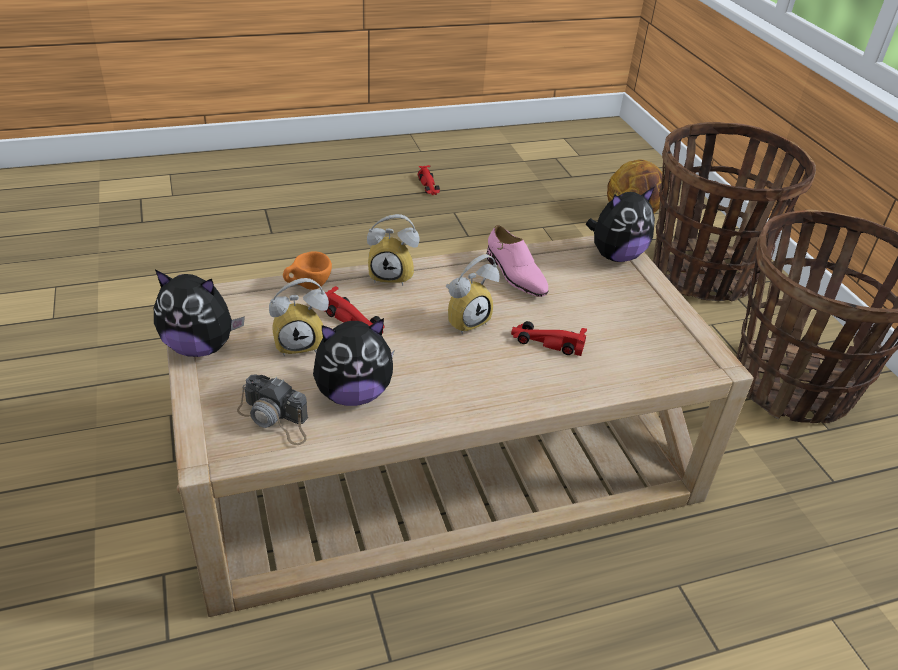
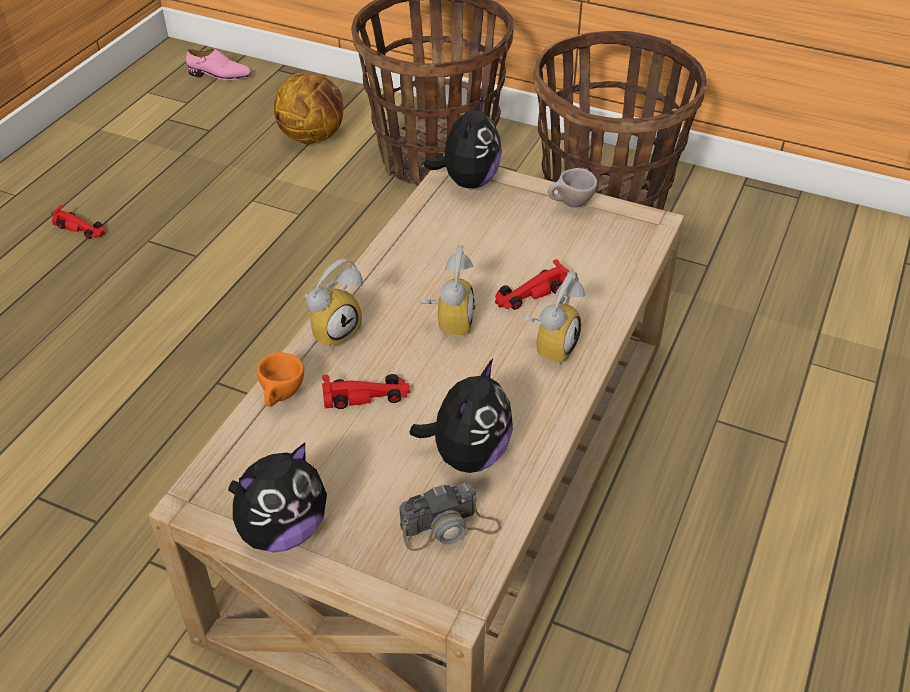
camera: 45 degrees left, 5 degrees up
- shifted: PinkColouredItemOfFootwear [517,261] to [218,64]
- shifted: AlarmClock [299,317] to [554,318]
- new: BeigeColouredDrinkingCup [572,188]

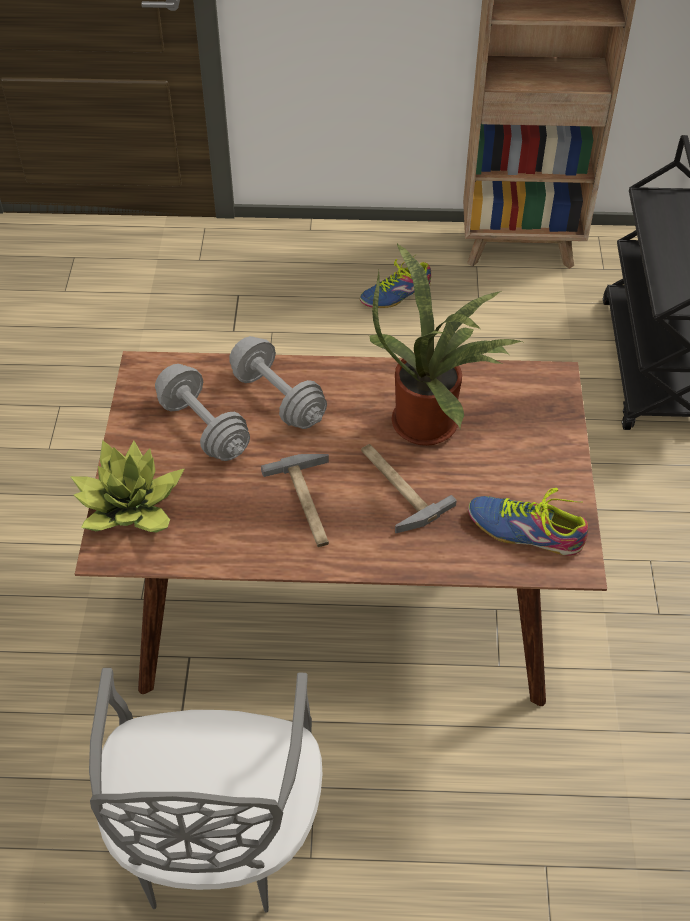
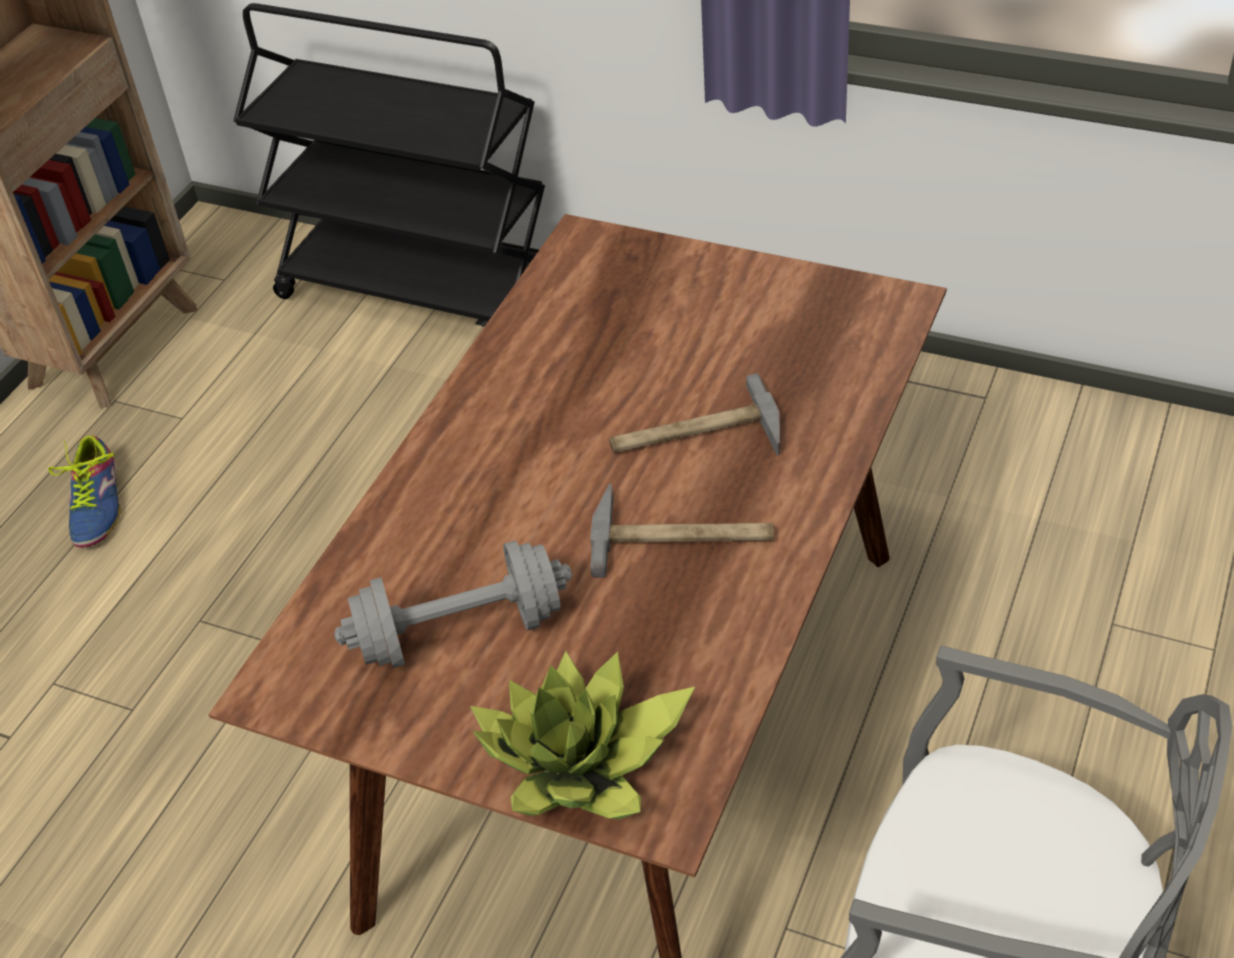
camera: 65 degrees left, 5 degrees down
- gone: PlantInAPot [446,344]
- gone: GreyishFreeWeight [278,382]
- gone: ItemOfFootwear [528,522]

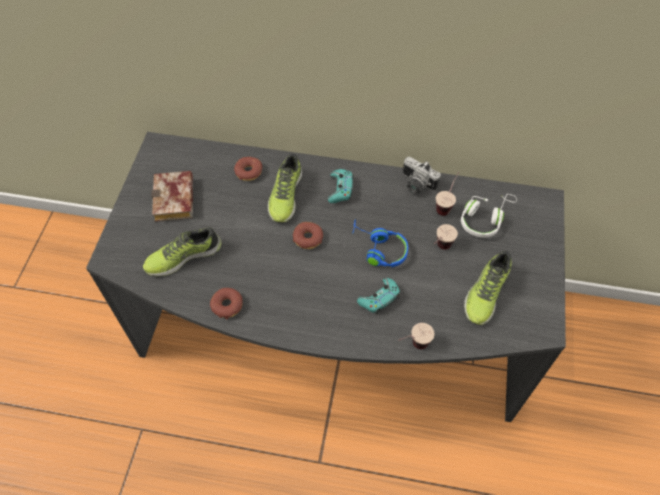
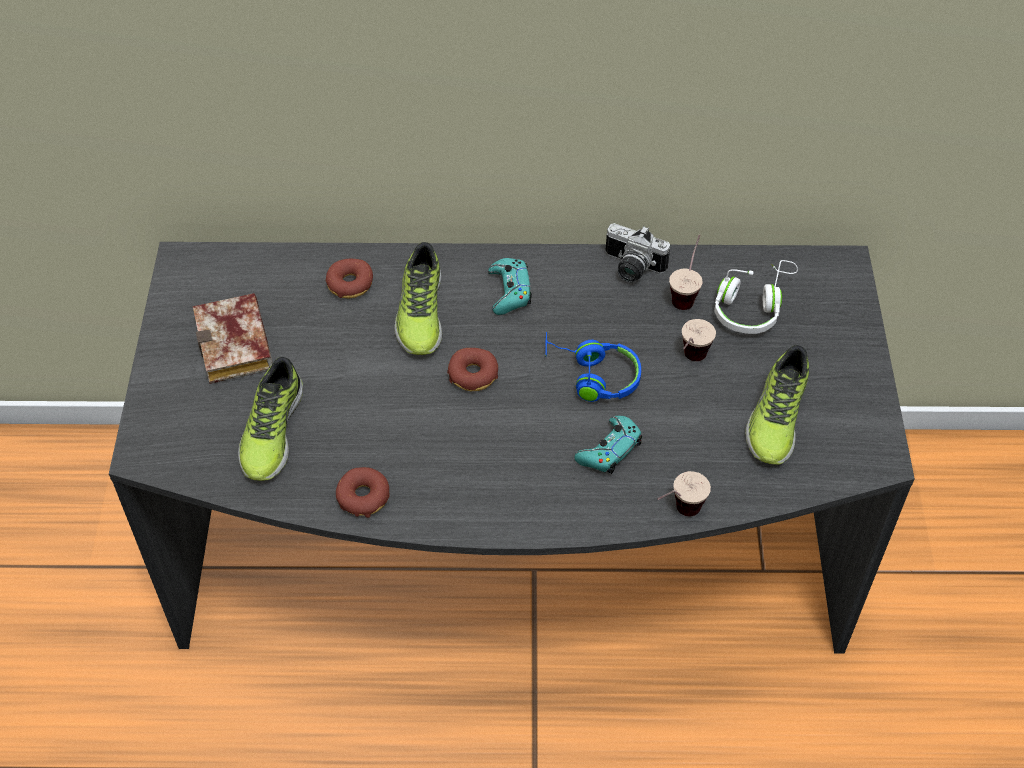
camera: 10 degrees left, 5 degrees down
- rotated: ItemOfFootwear [182,251] = [270,419] 45 degrees counterclockwise

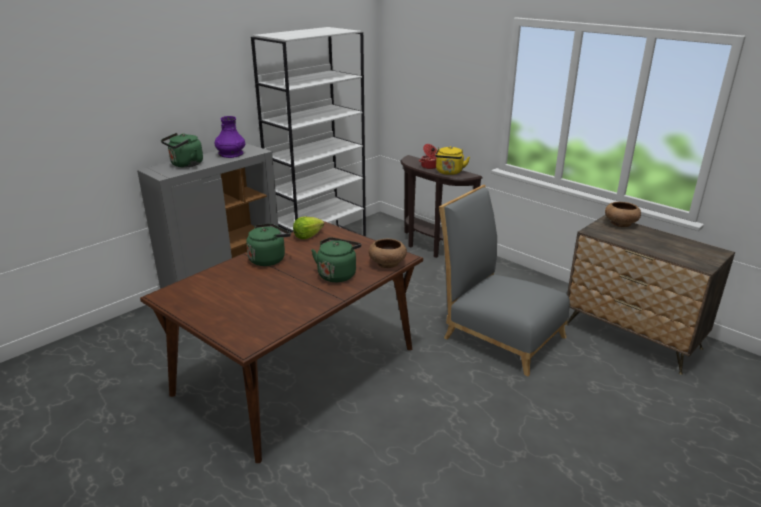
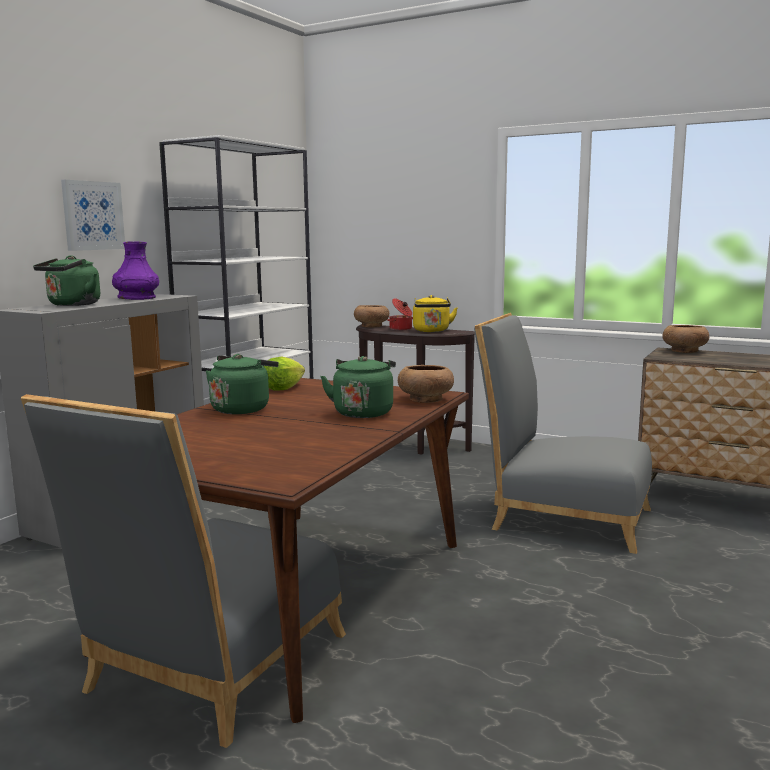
camera: 15 degrees left, 15 degrees down
- new: WallArt [93,215]
- new: BrownishBowl [371,316]
- new: GreyishChair [183,571]

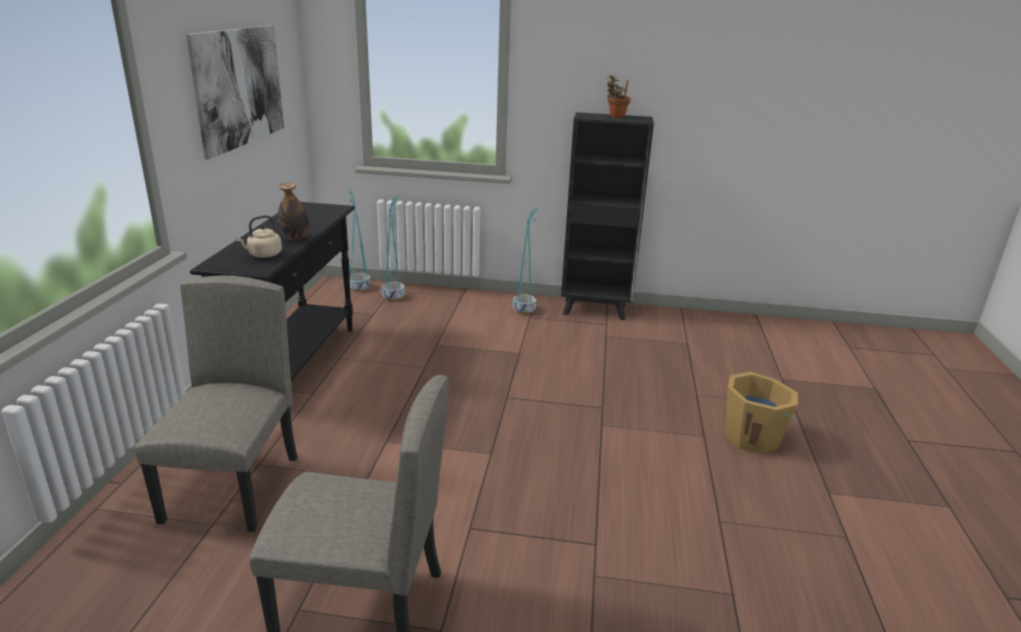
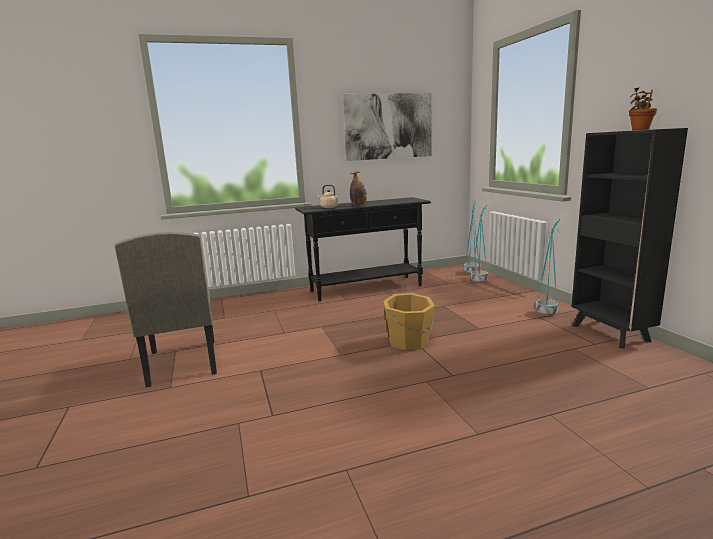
camera: 65 degrees right, 10 degrees down
- gone: BeigeColouredChair [215,404]
- shifted: OrangeColouredPail [762,413] to [409,321]

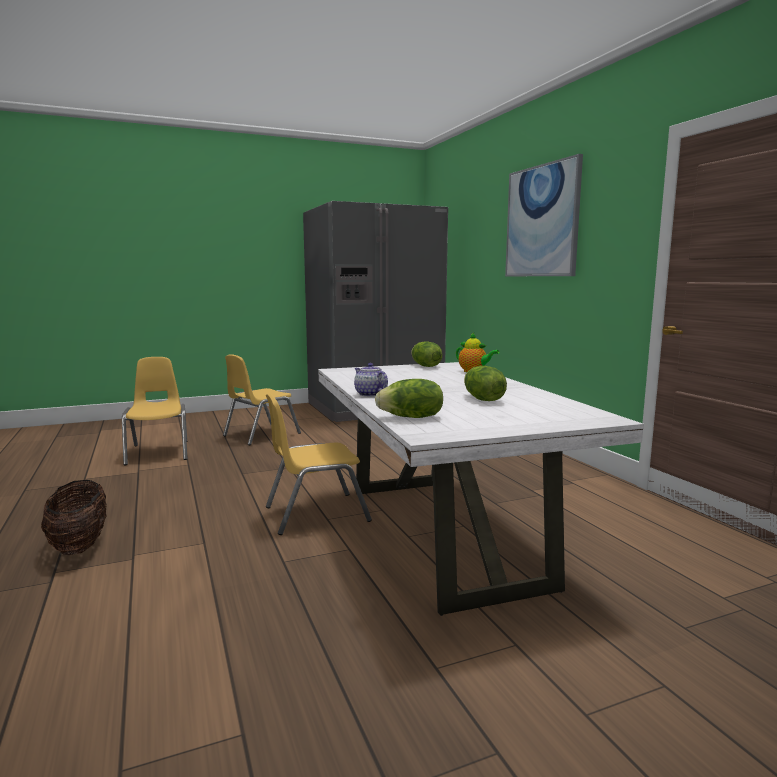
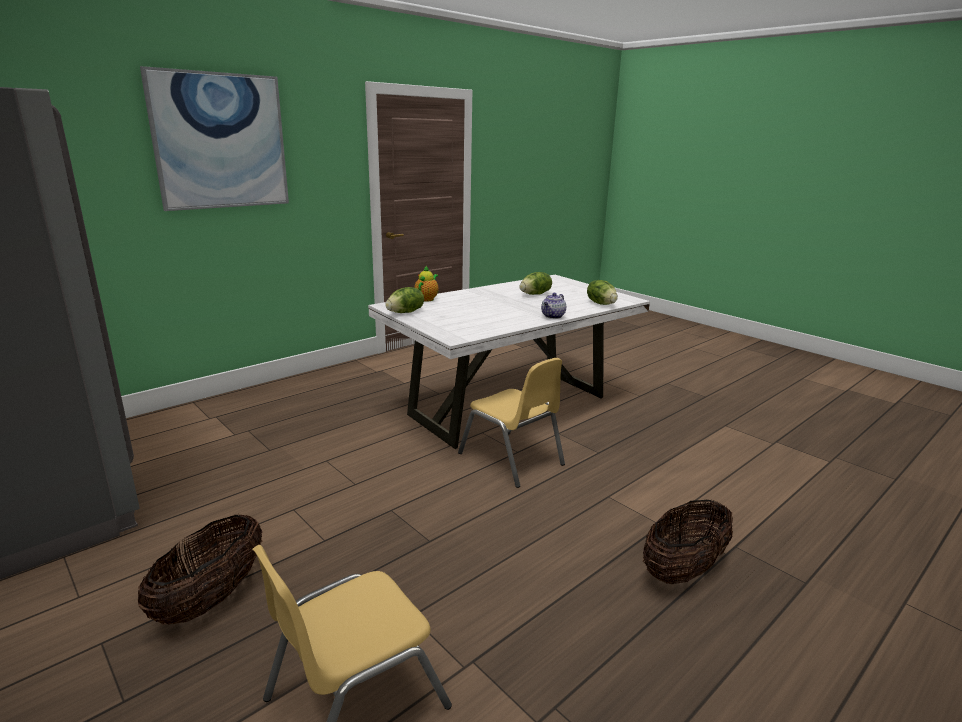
camera: 110 degrees left, 10 degrees up
- swapped: YellowColouredChair [262,399] to Basket [200,569]

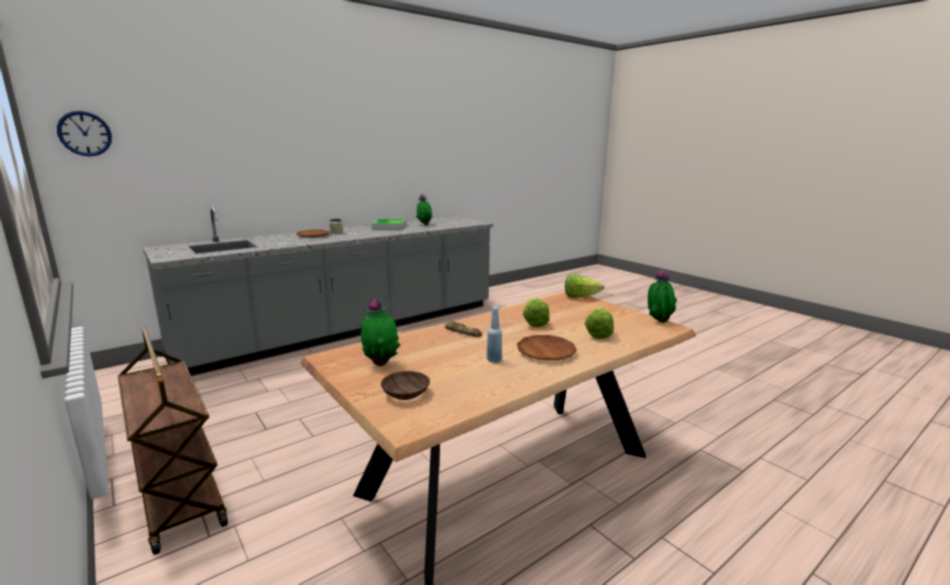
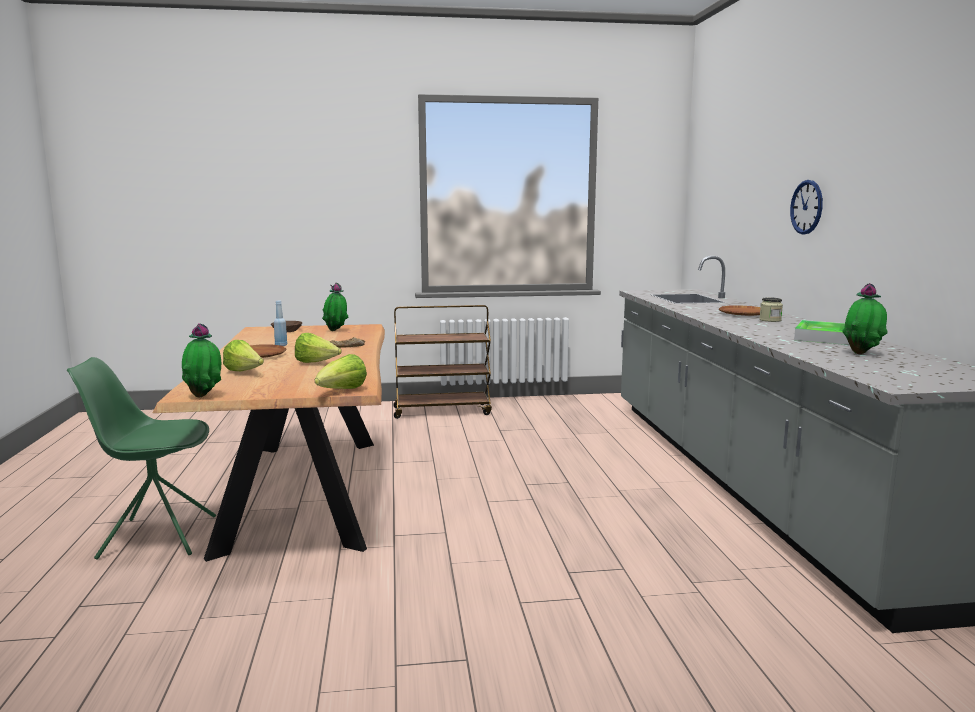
camera: 120 degrees right, 5 degrees down
- shifted: HangingClock [84,133] to [806,207]
- new: GreenChair [141,458]

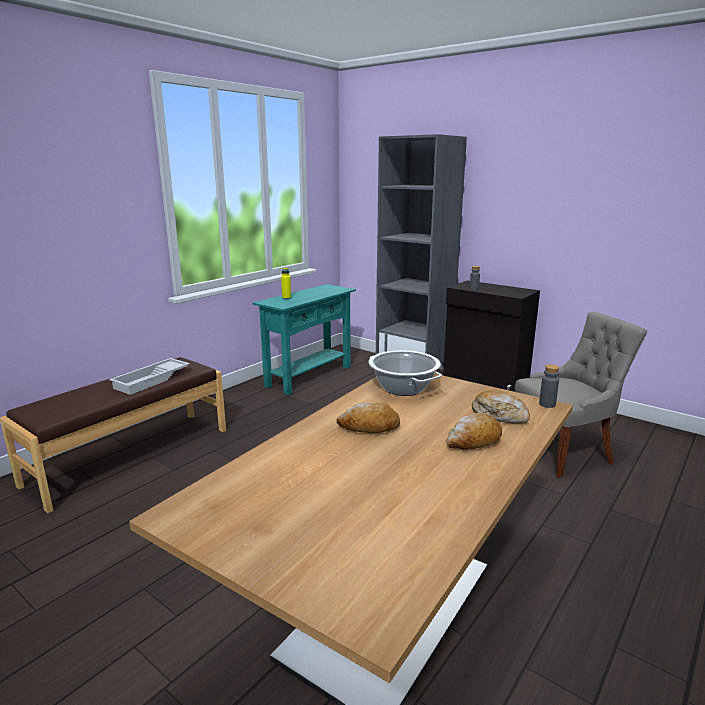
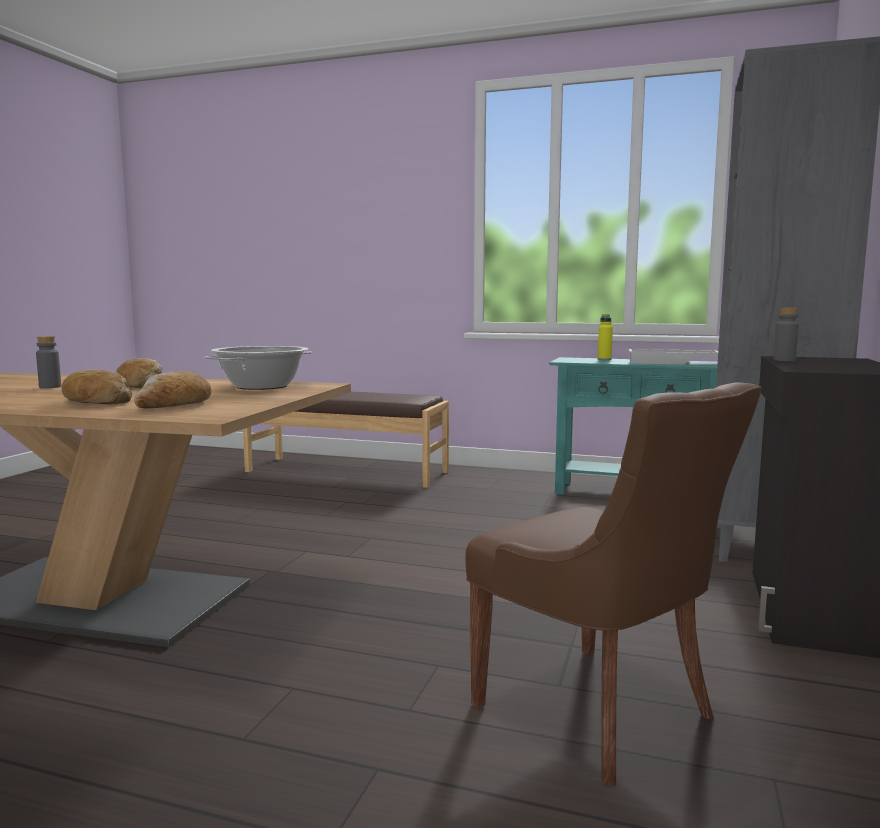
camera: 70 degrees right, 10 degrees down
- repainted: GreyishChair [581,395] to BrownishChair [613,584]
- shifted: WhiteColouredServingTray [149,376] to [673,357]
- shifted: GreyishBottle [549,386] to [48,362]

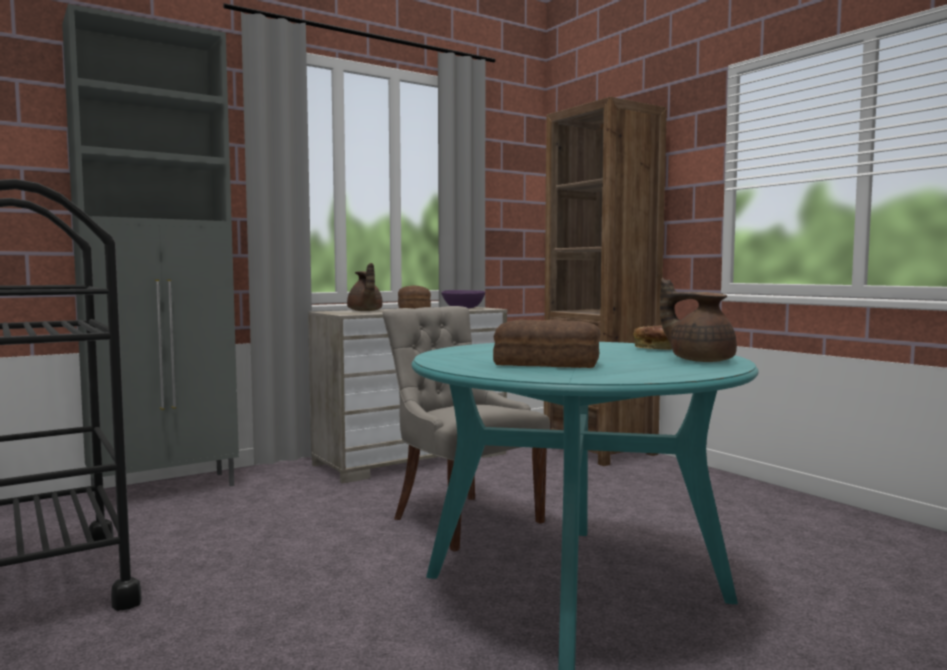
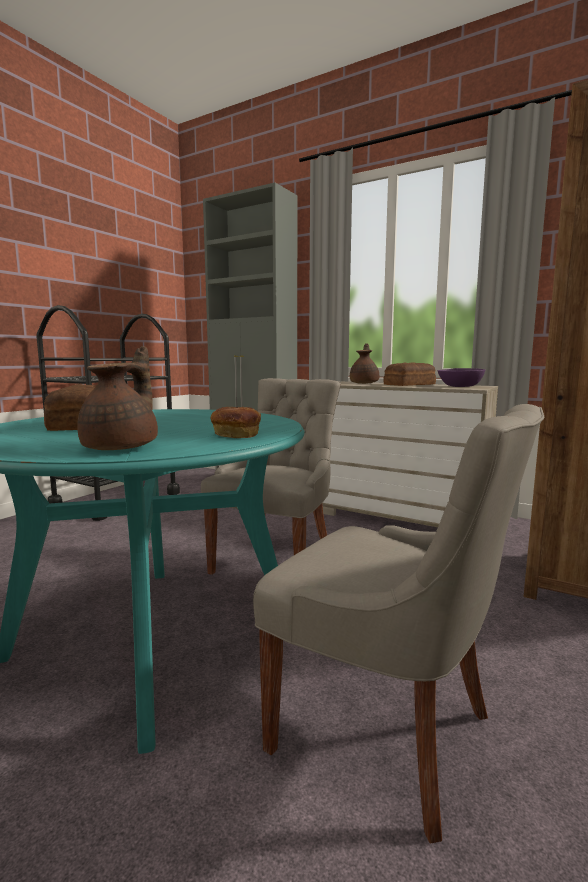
camera: 65 degrees right, 5 degrees up
- rotated: BrownishPotForTea [365,287] = [364,363] 150 degrees clockwise
- new: GreyishChair [399,623]

